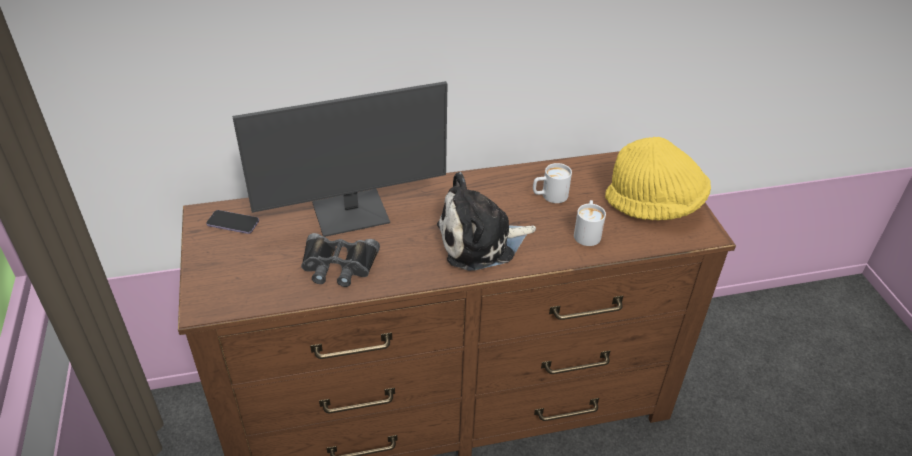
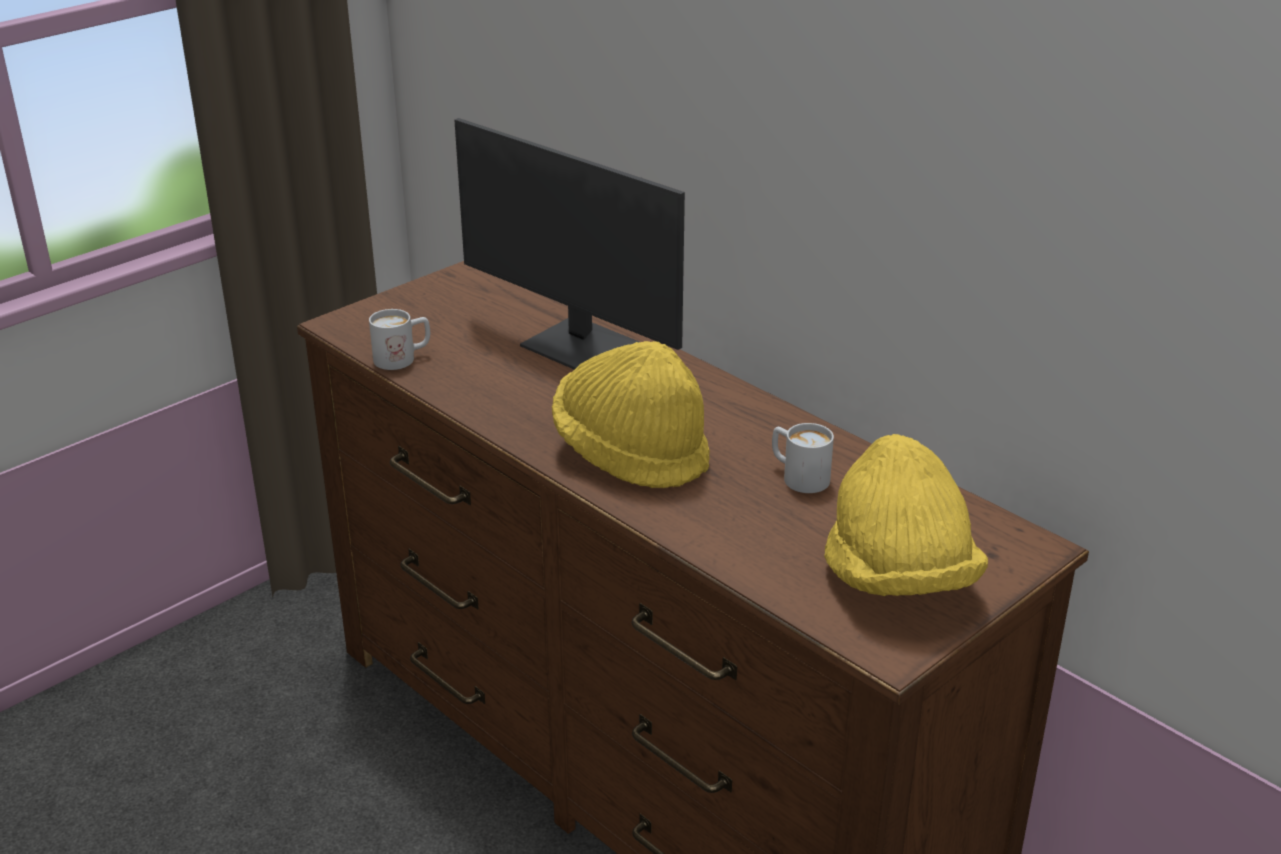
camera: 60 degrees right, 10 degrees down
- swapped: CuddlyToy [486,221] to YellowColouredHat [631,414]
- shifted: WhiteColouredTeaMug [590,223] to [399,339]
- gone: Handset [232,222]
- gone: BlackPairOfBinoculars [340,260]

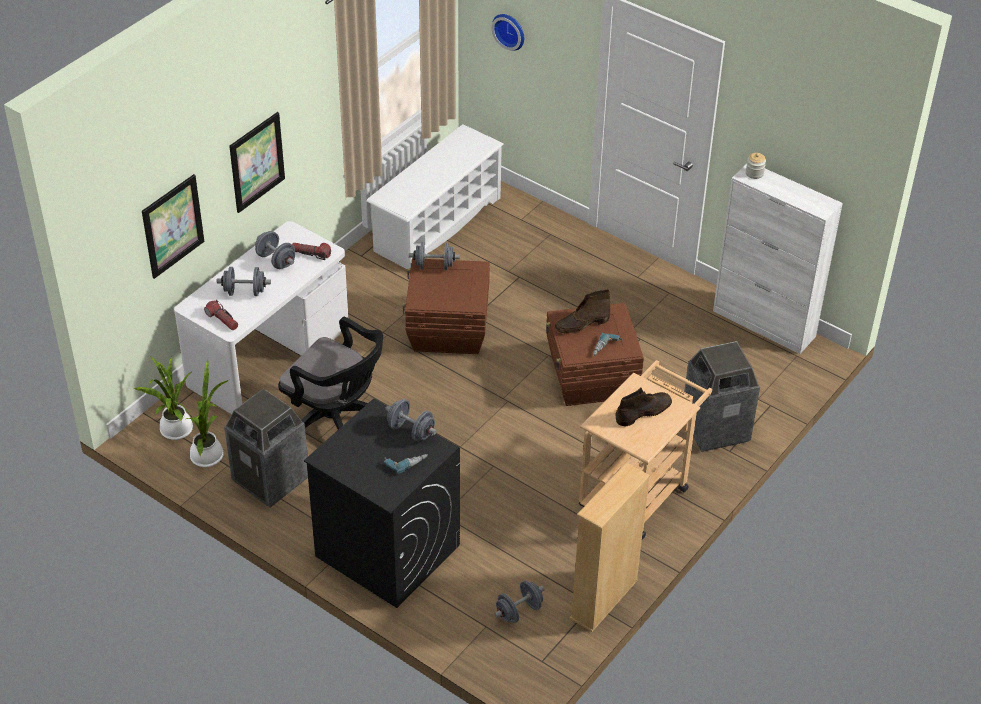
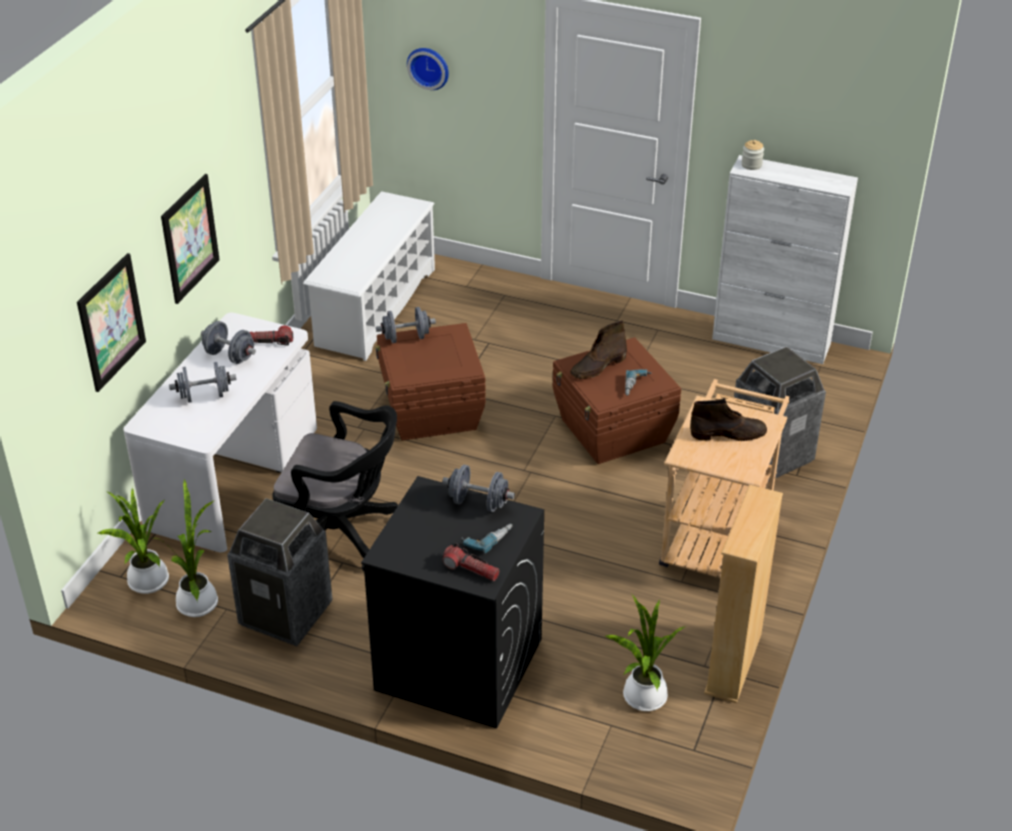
camera: 15 degrees left, 5 degrees down
- shifted: HandTorch [221,315] to [471,562]
- rotated: BrownishBoot [644,406] = [728,419] 45 degrees clockwise
- swapped: GreyishFreeWeight [519,601] to PlantInAPot [644,653]

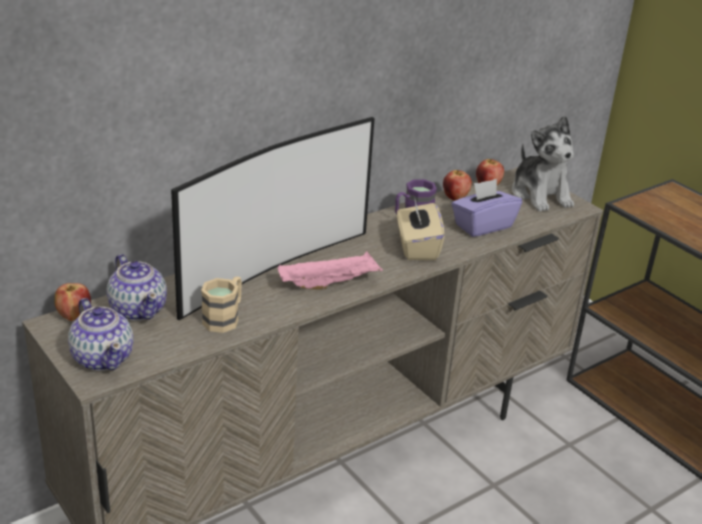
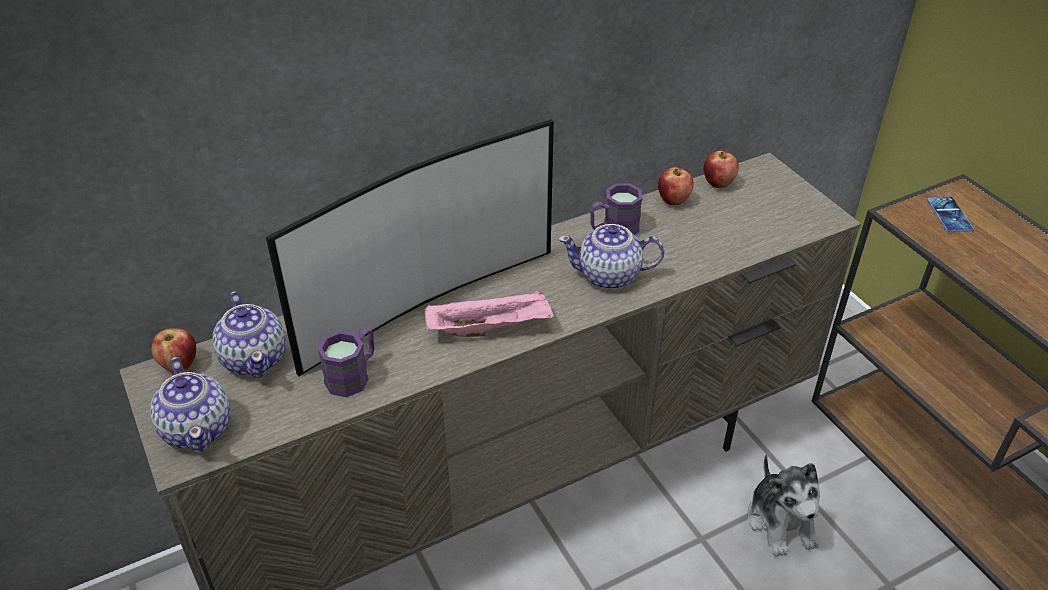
camera: 10 degrees right, 10 degrees up
- shifted: CuddlyToy [543,164] to [784,505]
- gone: PurpleTissueBox [486,208]
- swapped: BeigeColouredTissueBox [421,230] to PotForTea [611,256]
- repainted: BeigeColouredTeaMug [221,305] to PurpleTeaMug [345,362]
- new: Handset [950,214]

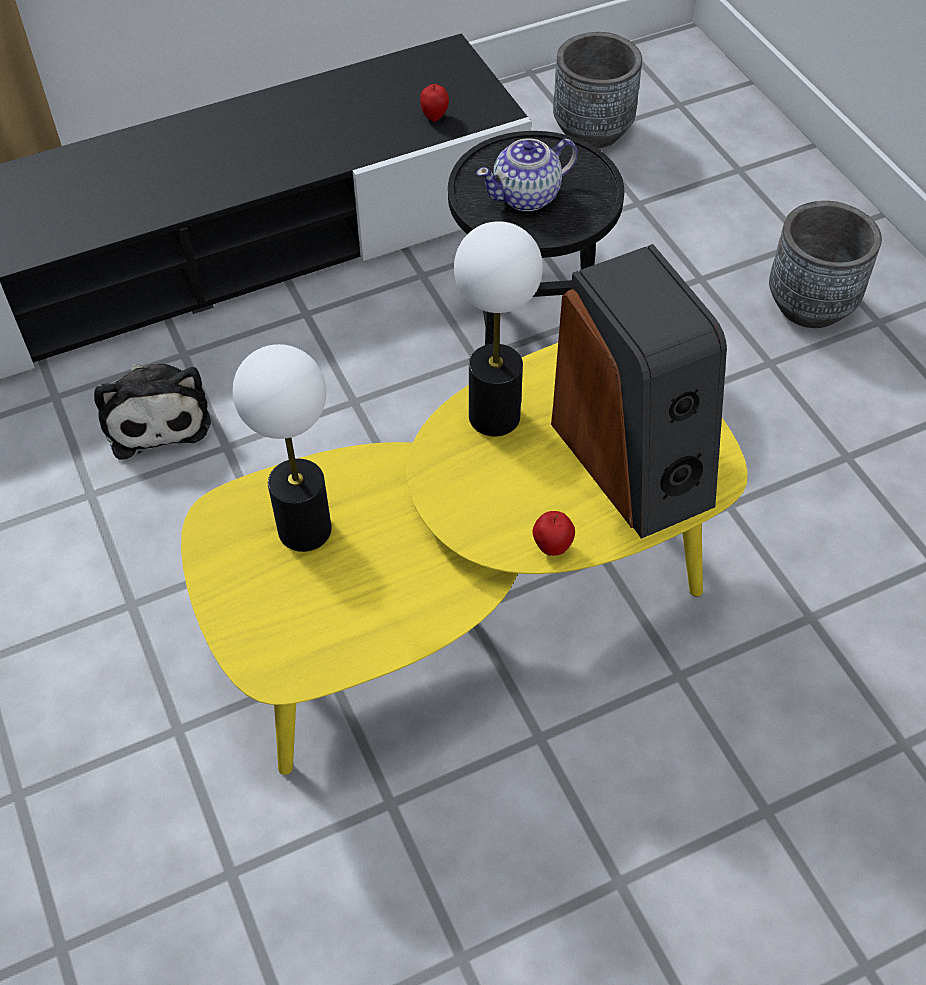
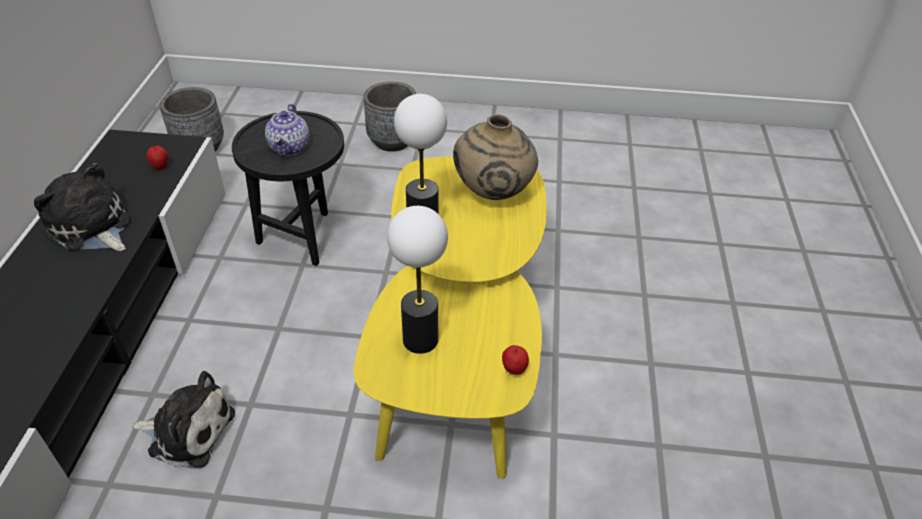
camera: 60 degrees left, 10 degrees down
- swapped: Loudspeaker [639,391] to BeigeColouredDecorativeVase [495,157]
- shifted: Apple [554,533] to [515,360]
- new: CuddlyToy [82,206]

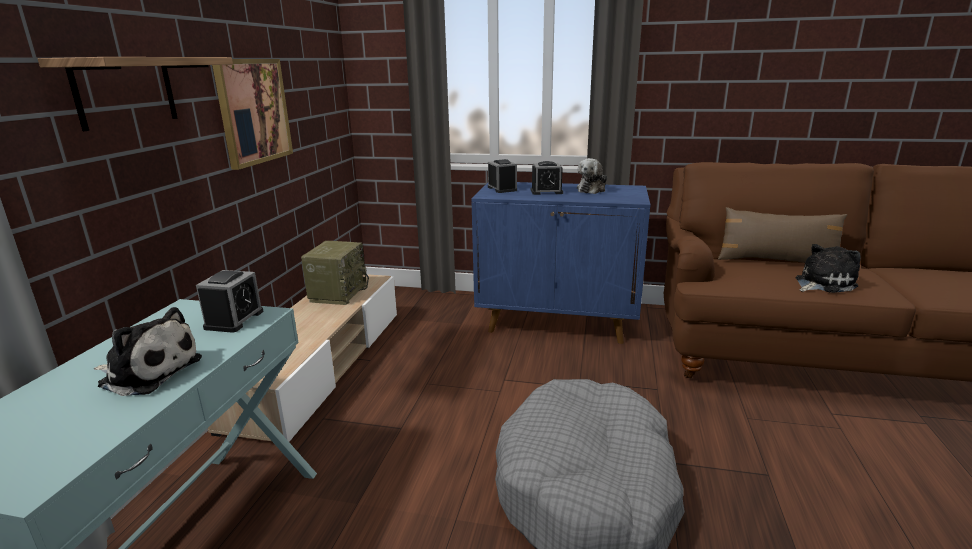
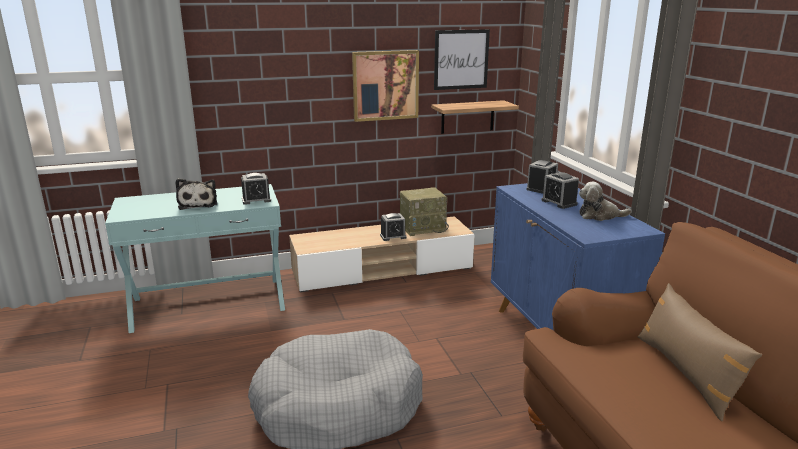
camera: 60 degrees right, 0 degrees up
- shifted: Shelf [135,94] to [475,117]
- gone: CuddlyToy [828,268]
- new: WallArt [462,59]
- new: AlarmClock [393,227]

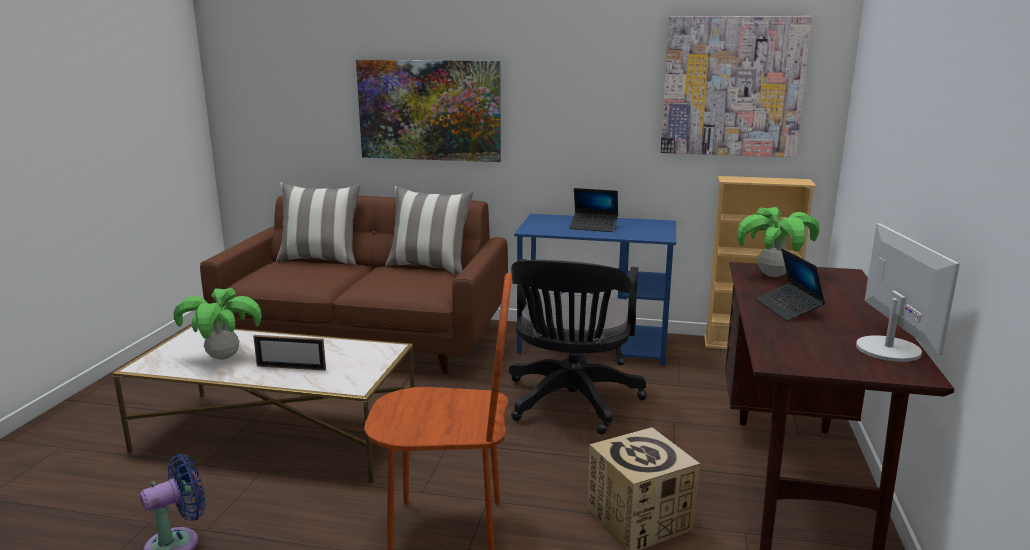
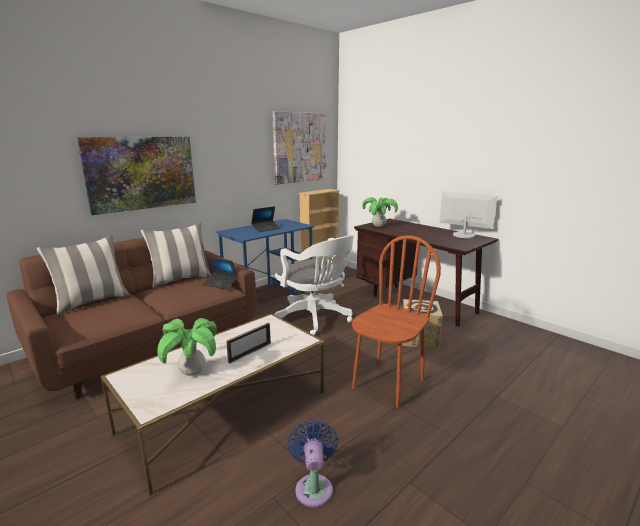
camera: 55 degrees left, 0 degrees up
- shifted: NotebookComputer [790,284] to [220,273]
- repainted: BlackComputerChair [578,346] to WhiteColouredComputerChair [314,285]

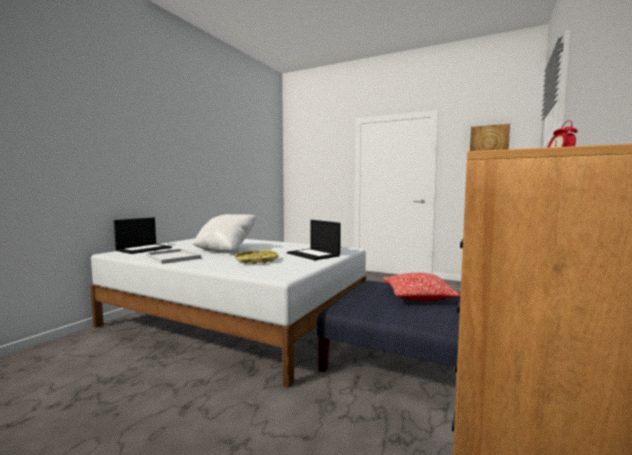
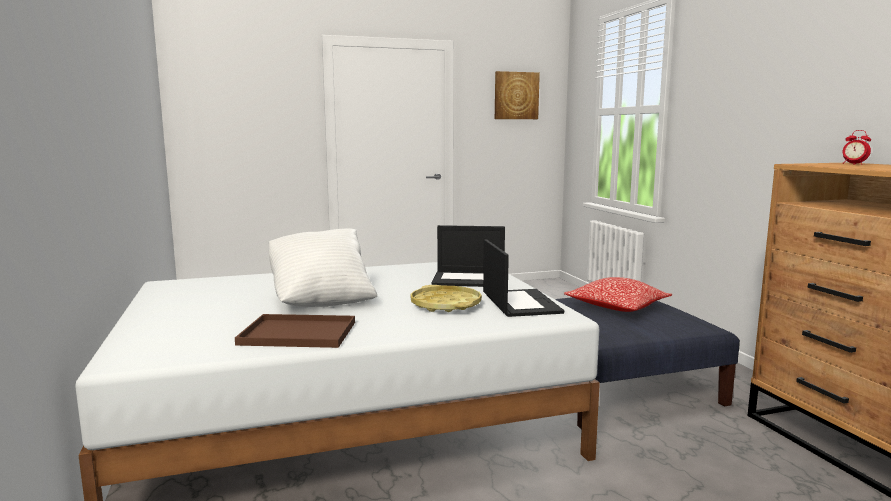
camera: 45 degrees left, 5 degrees up
- shifted: NotebookComputer [143,235] to [523,278]
- repainted: WhiteColouredServingTray [173,256] to BrownishServingTray [295,331]

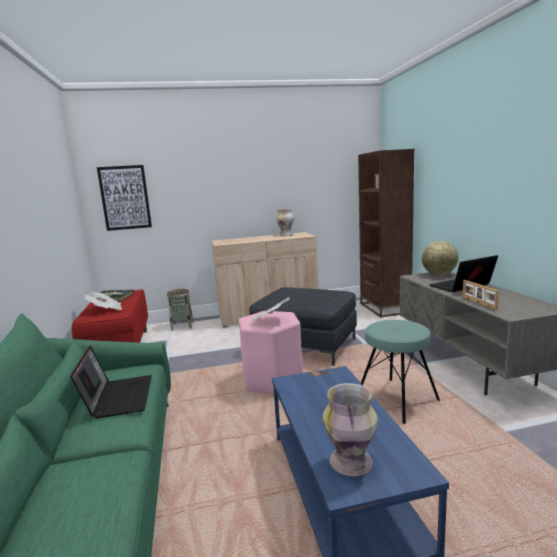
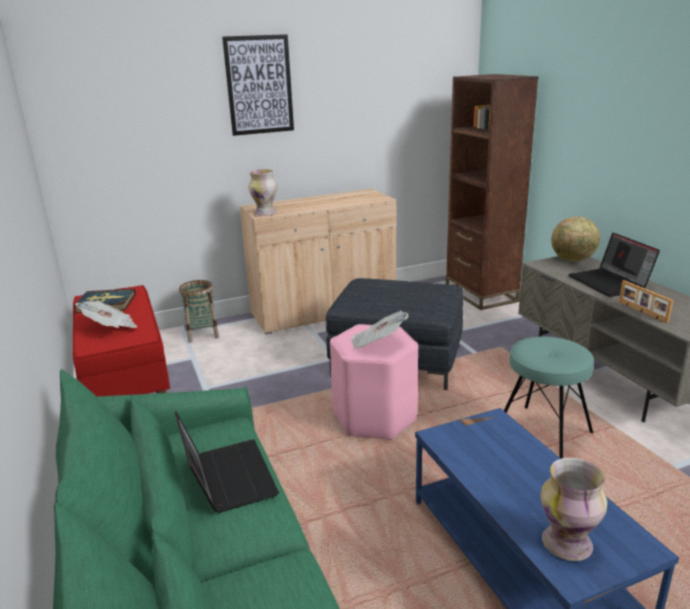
camera: 10 degrees left, 10 degrees up
- shifted: WallArt [124,198] to [258,85]
- shifted: DecorativeVase [285,222] to [263,192]
- rotated: NotebookComputer [463,273] = [614,265] 75 degrees counterclockwise

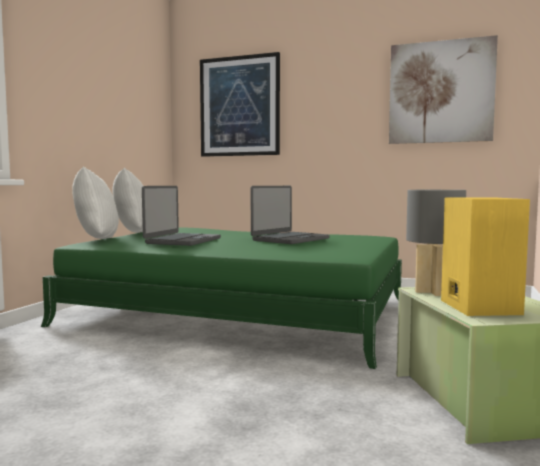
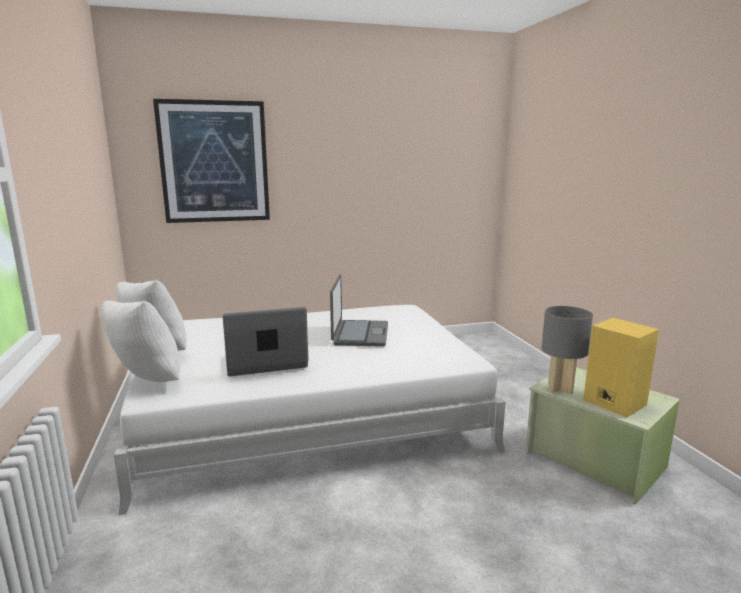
camera: 35 degrees left, 10 degrees up
- gone: WallArt [443,89]
- rotated: NotebookComputer [181,216] = [265,341] 90 degrees counterclockwise
- repainted: GreenBed [221,298] to WhiteColouredBed [309,410]

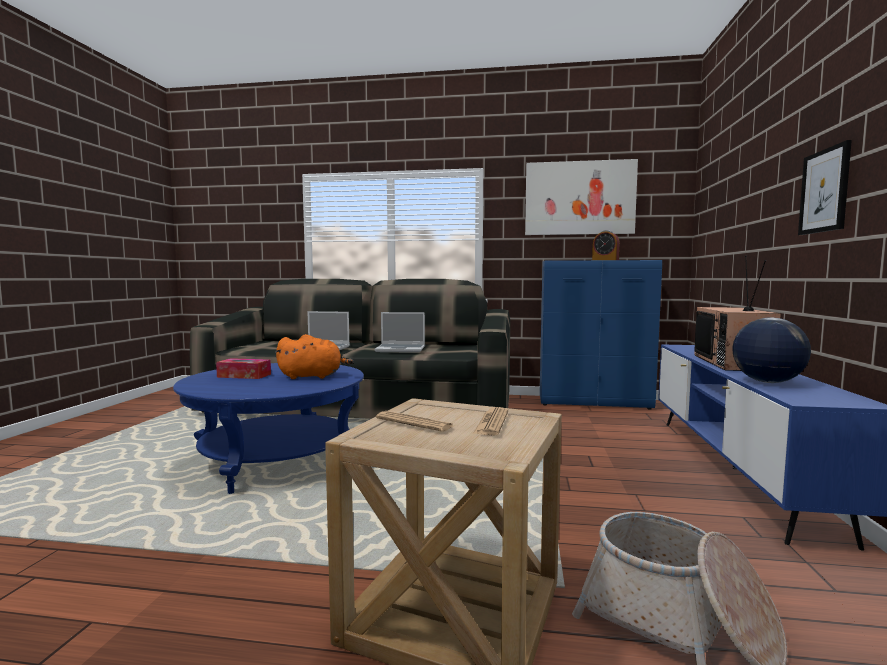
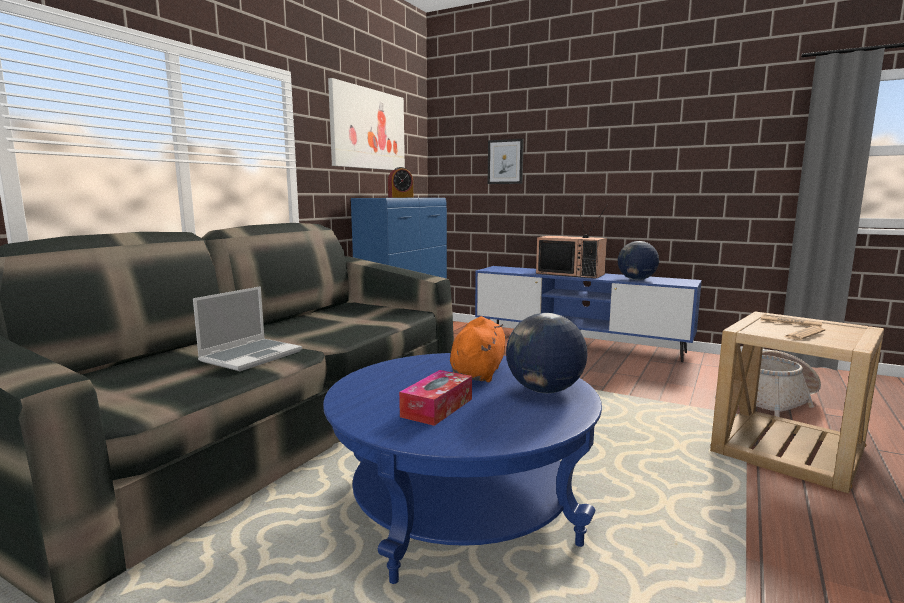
camera: 70 degrees left, 5 degrees up
- shifted: WallArt [825,187] to [506,161]
- gone: NotebookComputer [399,332]
- new: WorldGlobe [546,353]

